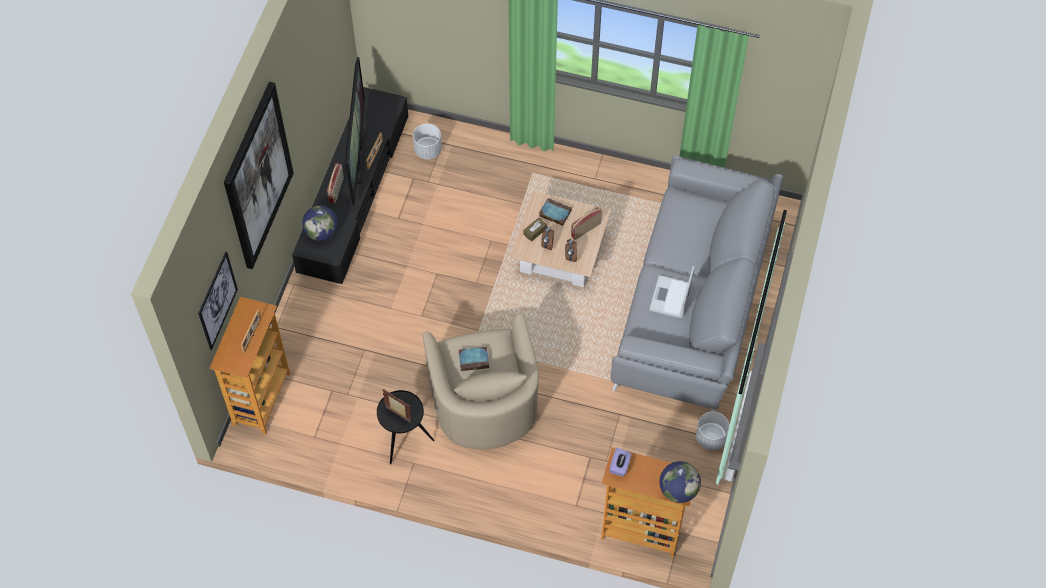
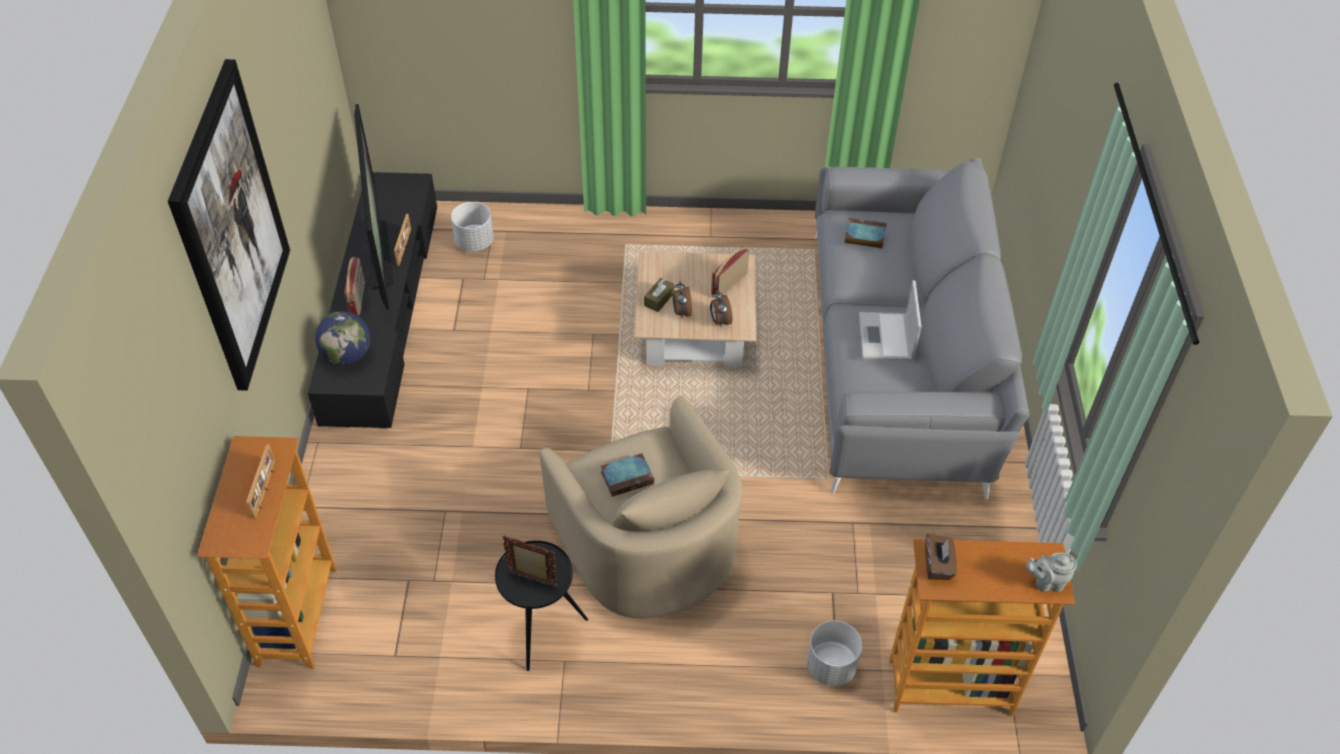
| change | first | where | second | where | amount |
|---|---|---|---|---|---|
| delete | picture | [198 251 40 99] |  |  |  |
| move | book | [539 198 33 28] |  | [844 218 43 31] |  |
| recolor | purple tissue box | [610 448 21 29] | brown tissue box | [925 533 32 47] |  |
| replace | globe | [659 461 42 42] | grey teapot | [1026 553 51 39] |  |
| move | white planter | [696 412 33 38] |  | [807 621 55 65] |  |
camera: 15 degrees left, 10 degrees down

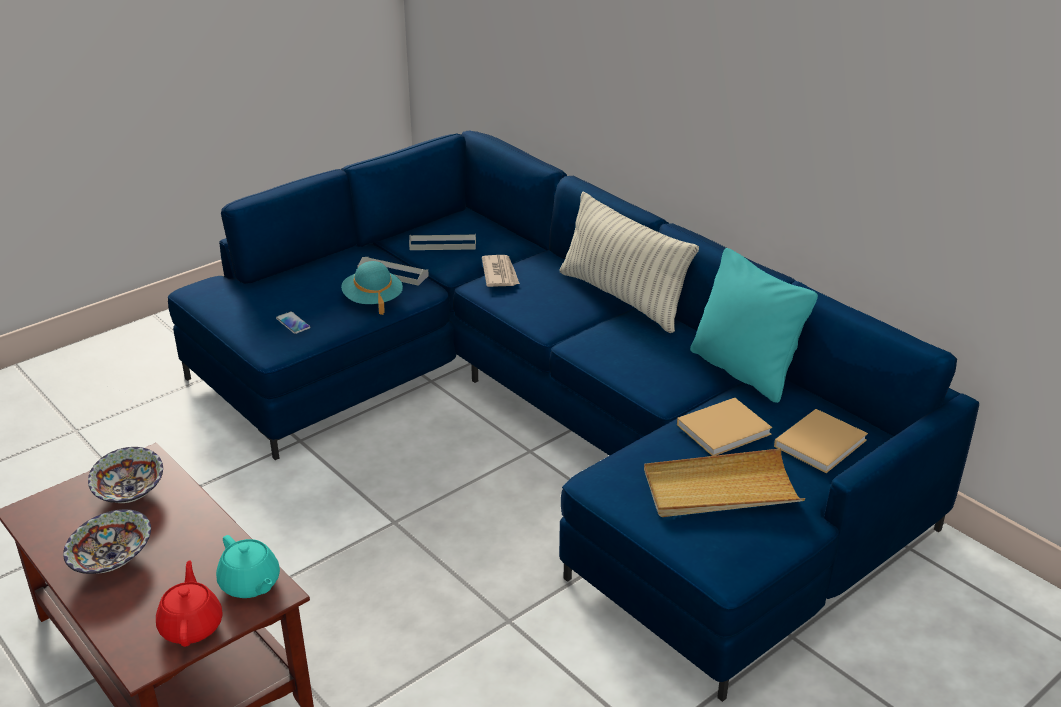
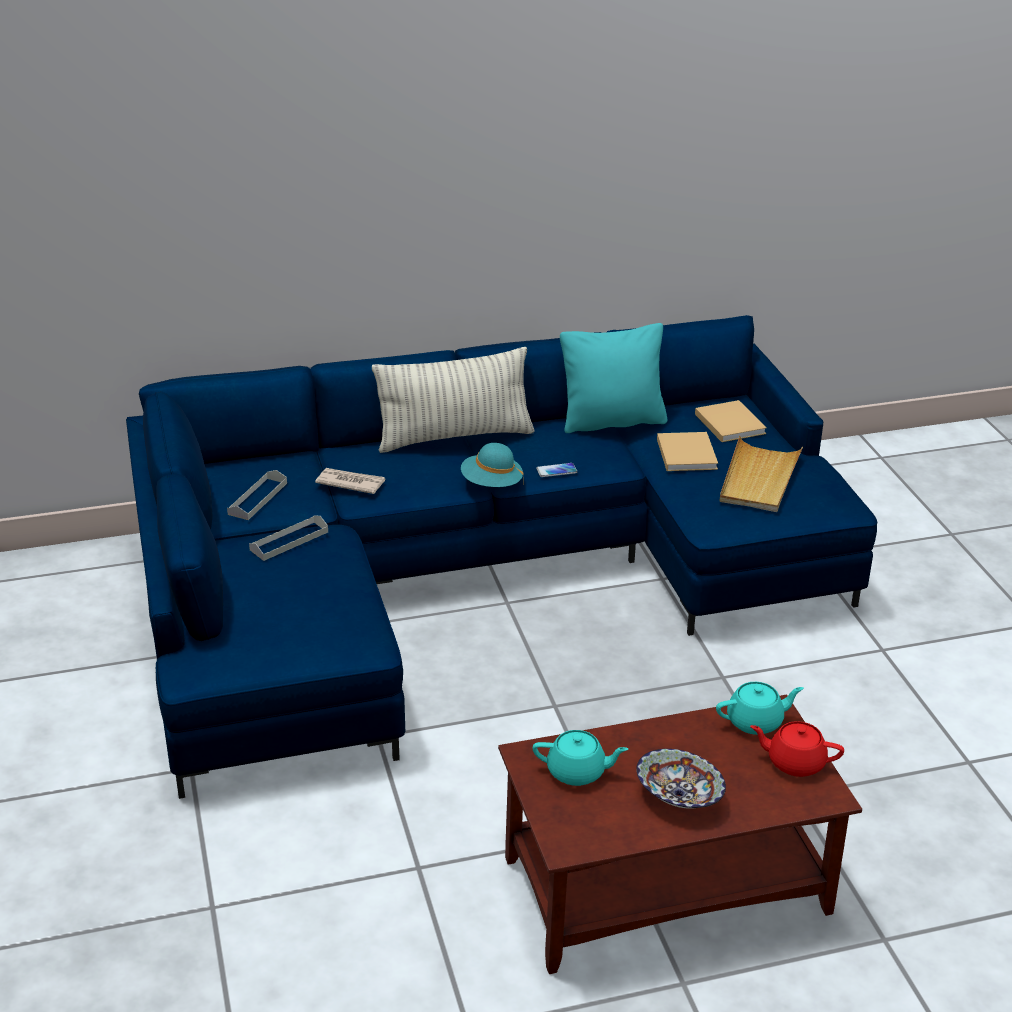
| change | first | where | second | where | amount |
|---|---|---|---|---|---|
| replace | bowl | [88 447 75 56] | turquoise teapot | [532 730 96 56] |  |
| move | phone | [276 312 34 22] |  | [536 463 41 14] |  |
| move | turquoise hat | [341 261 62 54] |  | [461 443 63 44] |  |
camera: 65 degrees left, 0 degrees up

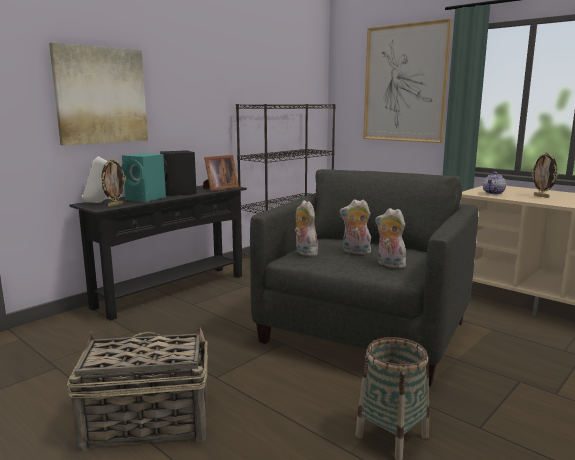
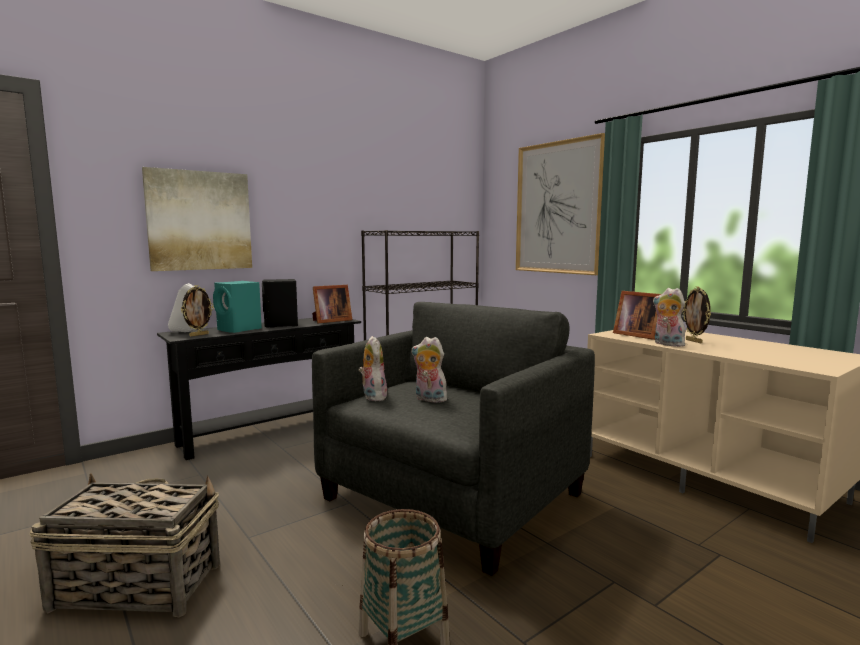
| change | first | where | second | where | amount |
|---|---|---|---|---|---|
| move | plush toy | [375 208 31 60] |  | [653 288 32 59] |  |
| replace | teapot | [483 172 23 22] | picture frame | [613 291 48 49] |  |
camera: 10 degrees right, 5 degrees down

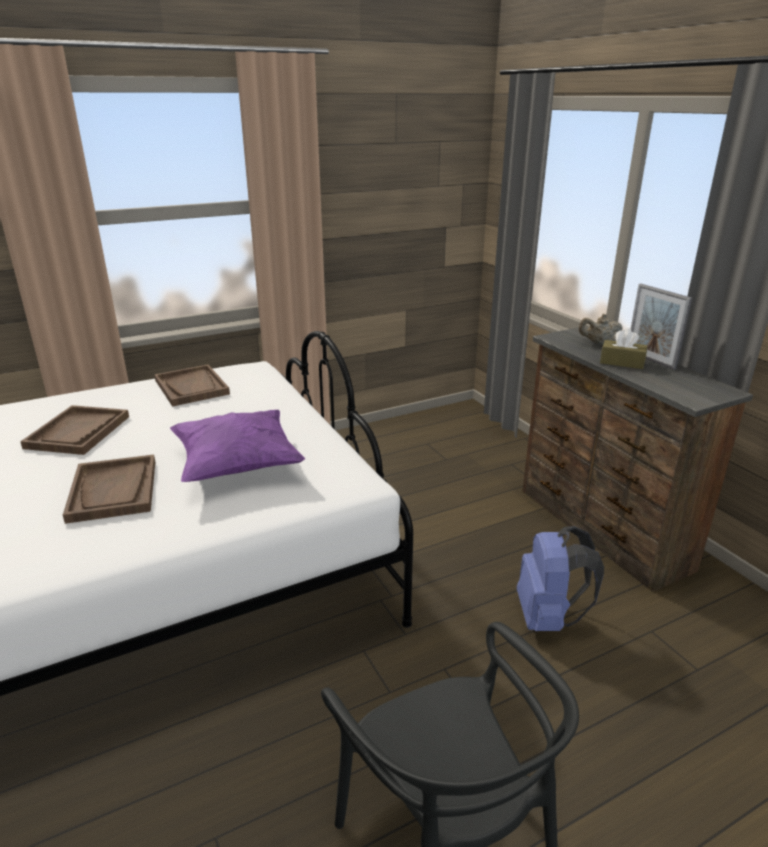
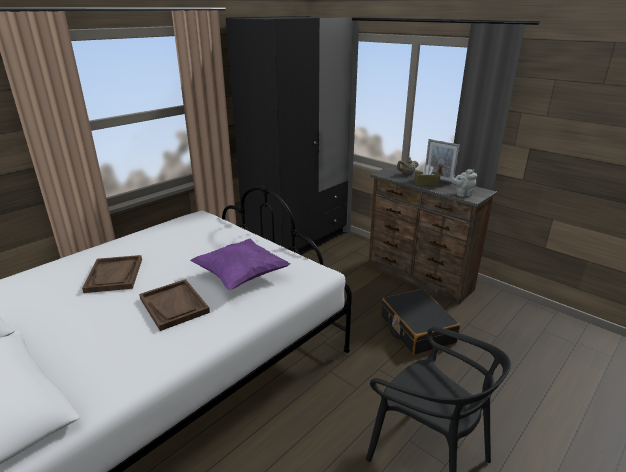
| change | first | where | second | where | amount |
|---|---|---|---|---|---|
| delete | brown tray | [154 364 76 43] |  |  |  |
| replace | blue backpack | [517 526 87 105] | black suitcase | [381 289 79 66] |  |
| insert |  |  | black wardrobe | [226 16 132 239] |  |
| insert |  |  | grey teapot | [451 169 26 28] |  |
camera: 20 degrees left, 0 degrees up

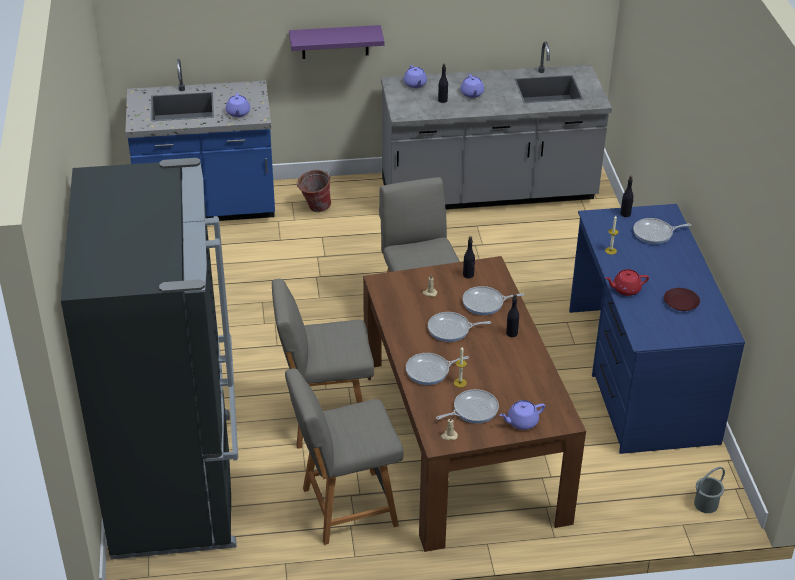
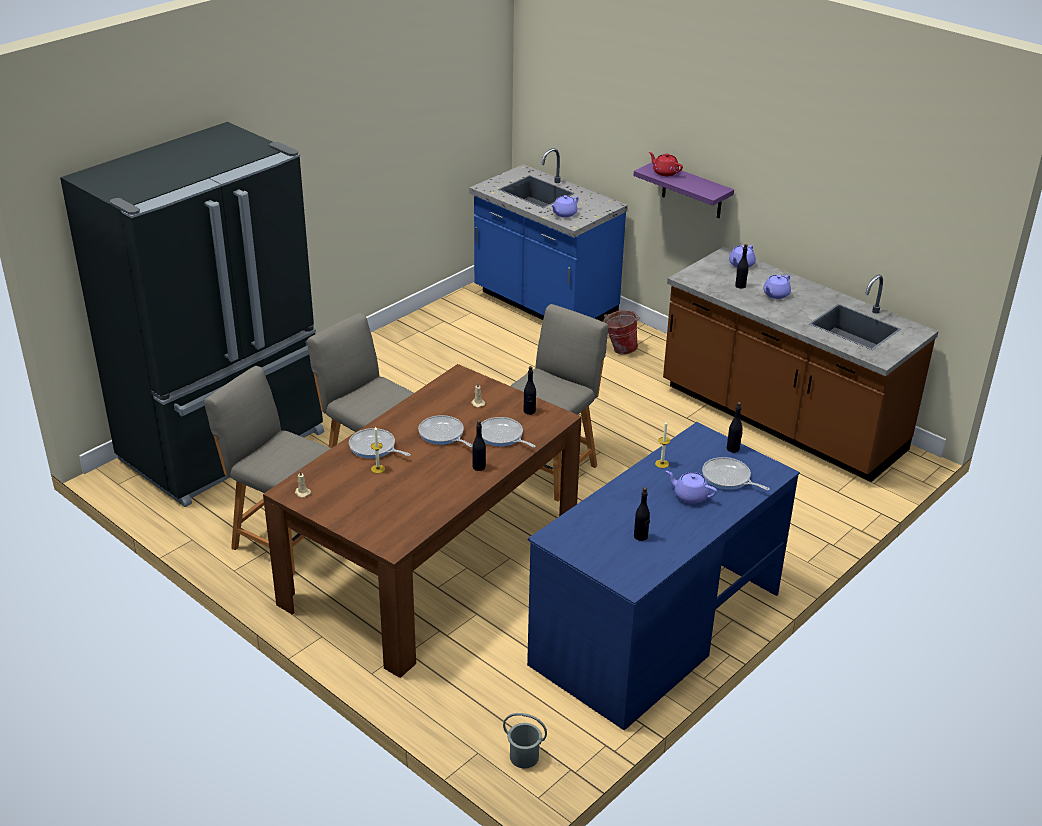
| change | first | where | second | where | amount |
|---|---|---|---|---|---|
| recolor | grey counter | [381 41 231 168] | brown counter | [663 247 275 235] |  |
| delete | frying pan | [436 389 63 34] |  |  |  |
| move | purple teapot | [500 400 45 30] |  | [666 471 51 33] |  |
| move | red teapot | [605 269 44 27] |  | [649 152 34 24] |  |
| replace | brown plate | [664 288 36 23] | black bottle | [634 487 16 54] |  |
camera: 50 degrees right, 5 degrees down

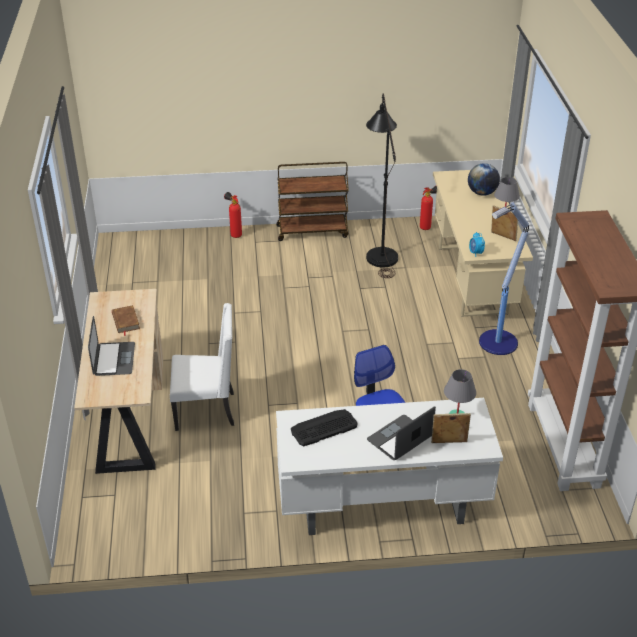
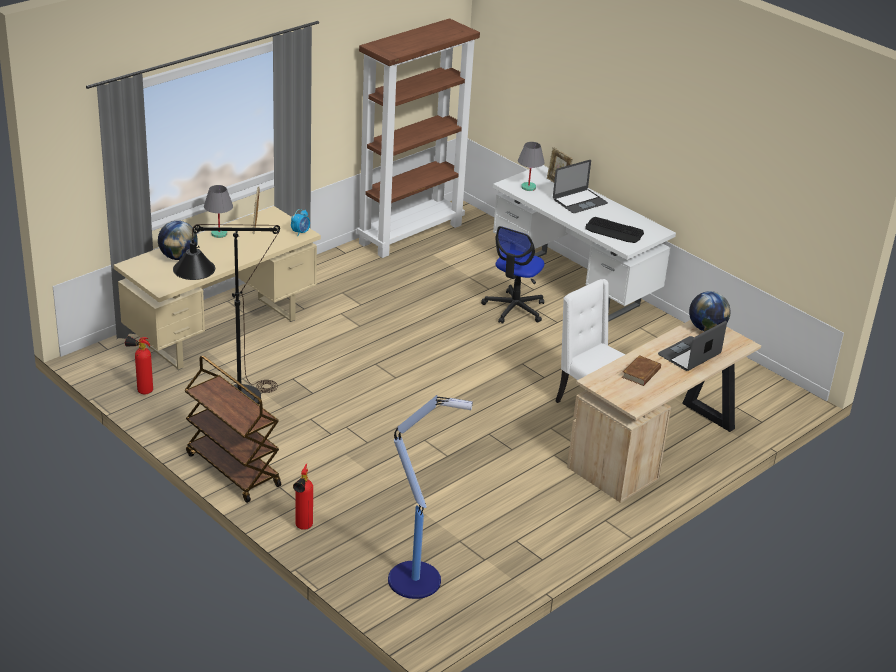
| change | first | where | second | where | amount |
|---|---|---|---|---|---|
| rotate | laptop | [367 406 69 54] |  | [553 160 55 53] | 45 degrees counterclockwise |
| move | floor lamp | [479 202 50 153] |  | [388 395 85 204] |  |
| insert |  |  | globe | [689 291 42 40] |  |
camera: 130 degrees left, 5 degrees down

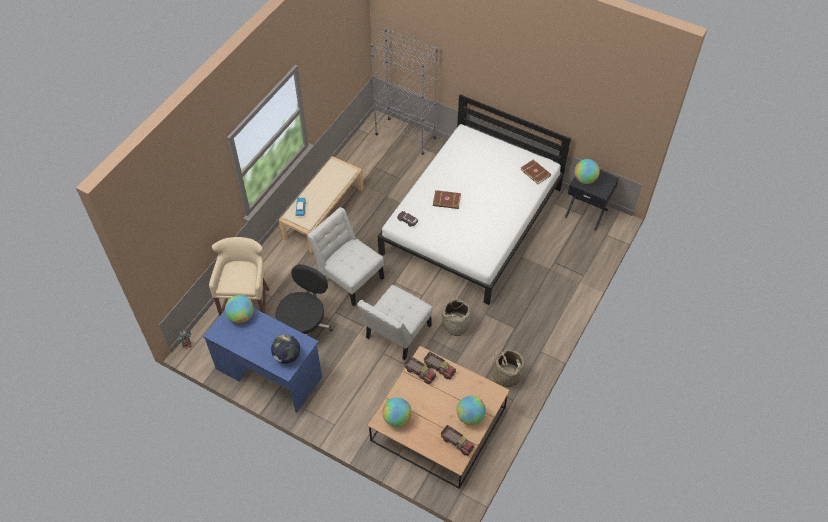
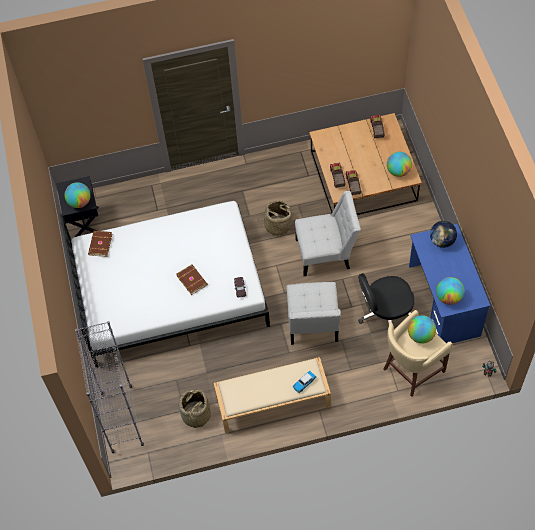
| change | first | where | second | where | amount |
|---|---|---|---|---|---|
| move | globe | [457 396 29 29] |  | [408 315 28 29] |  |
| move | basket | [493 349 32 38] |  | [179 390 32 39] |  |
camera: 130 degrees left, 5 degrees up

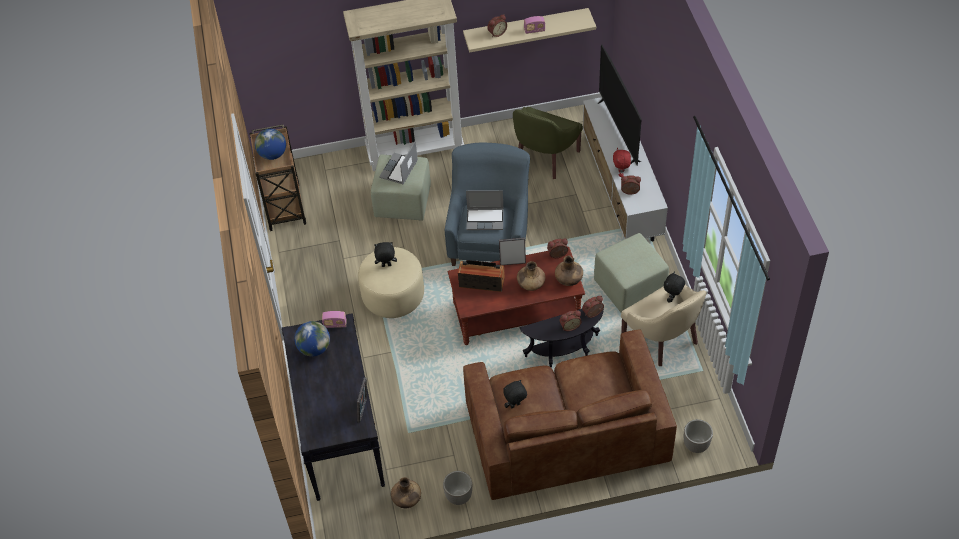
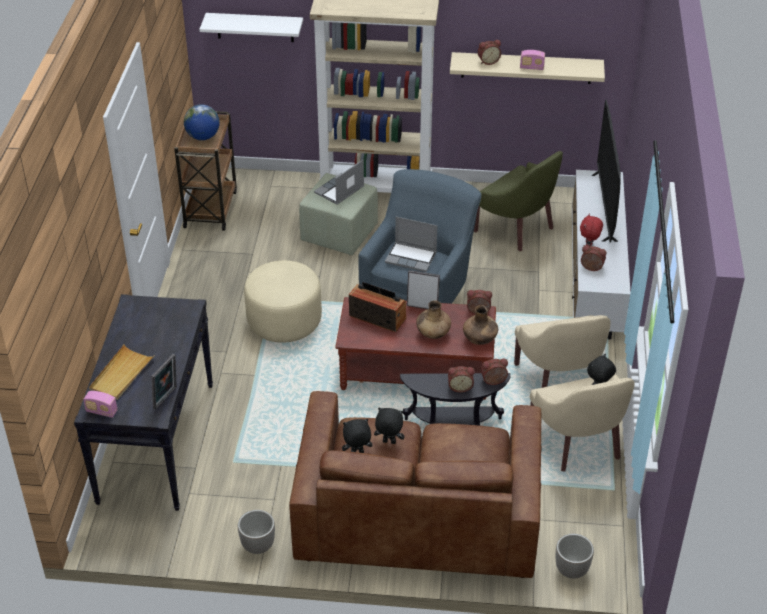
| change | first | where | second | where | amount |
|---|---|---|---|---|---|
| delete | globe | [294 321 36 36] |  |  |  |
| move | radio | [322 311 25 17] |  | [83 391 35 27] |  |
| move | black plush toy | [374 242 23 25] |  | [374 408 31 36] |  |
| delete | brown vase | [391 477 30 31] |  |  |  |
| rotate | green armchair | [513 107 70 72] |  | [474 151 89 100] | 90 degrees counterclockwise |
| replace | green ottoman | [594 233 75 80] | beige armchair | [514 315 97 73] |  |
| insert |  |  | beige tray | [89 345 66 55] |  |
| insert |  |  | white shelf | [199 13 104 29] |  |
camera: 15 degrees right, 10 degrees down

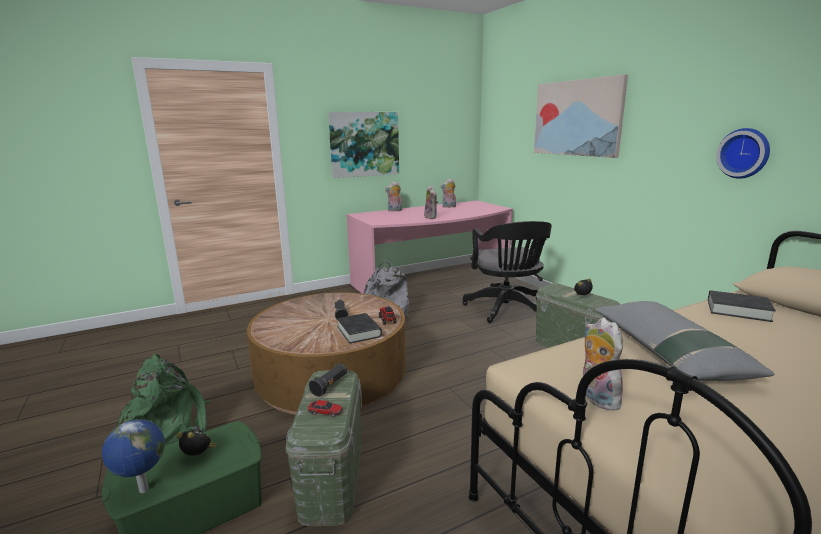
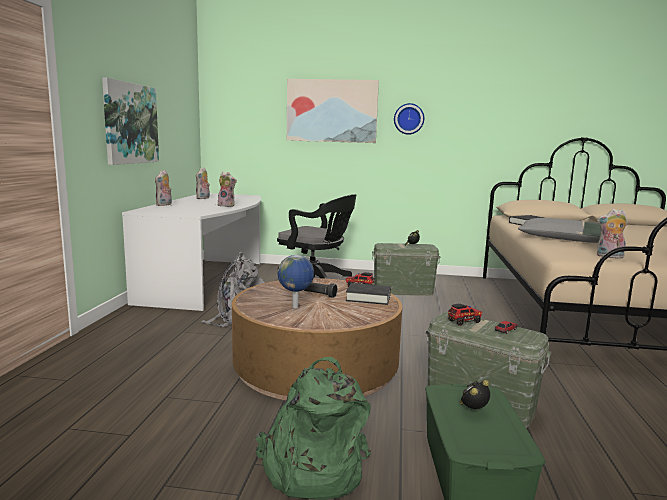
| change | first | where | second | where | amount |
|---|---|---|---|---|---|
| move | globe | [102 419 63 74] |  | [278 255 36 53] |  |
| replace | black flashlight | [309 363 38 34] | toy truck | [448 304 34 22] |  |
| recolor | pink desk | [347 201 166 93] | white desk | [122 193 139 118] |  |
| move | wall clock | [716 128 54 51] |  | [394 103 30 32] |  |
camera: 55 degrees left, 5 degrees down

